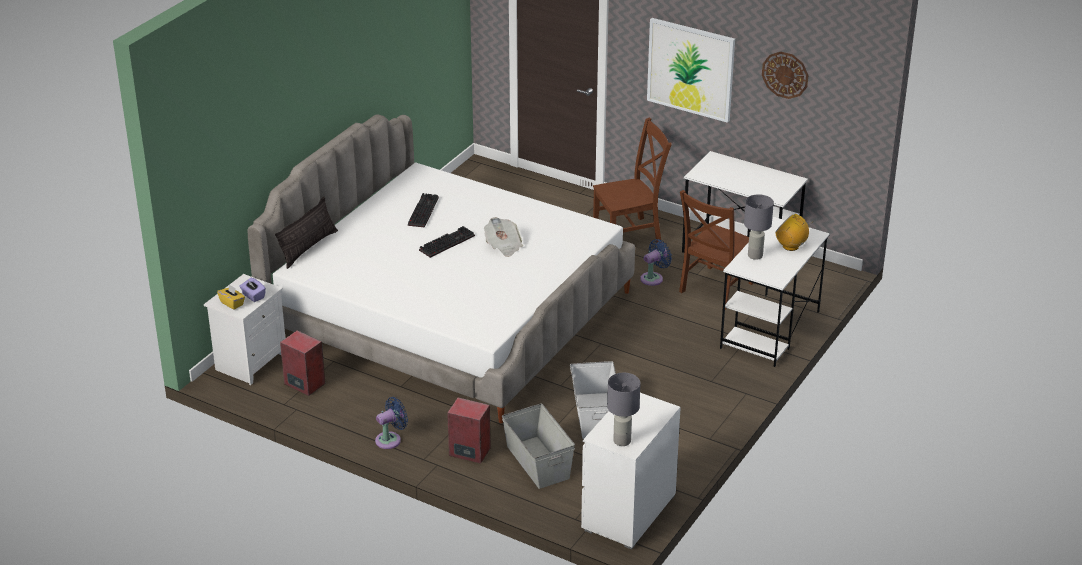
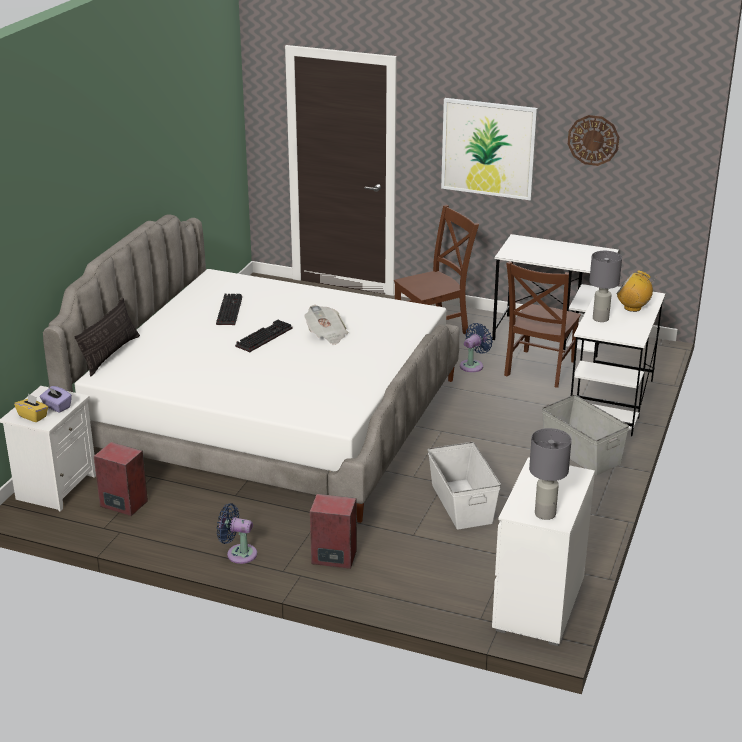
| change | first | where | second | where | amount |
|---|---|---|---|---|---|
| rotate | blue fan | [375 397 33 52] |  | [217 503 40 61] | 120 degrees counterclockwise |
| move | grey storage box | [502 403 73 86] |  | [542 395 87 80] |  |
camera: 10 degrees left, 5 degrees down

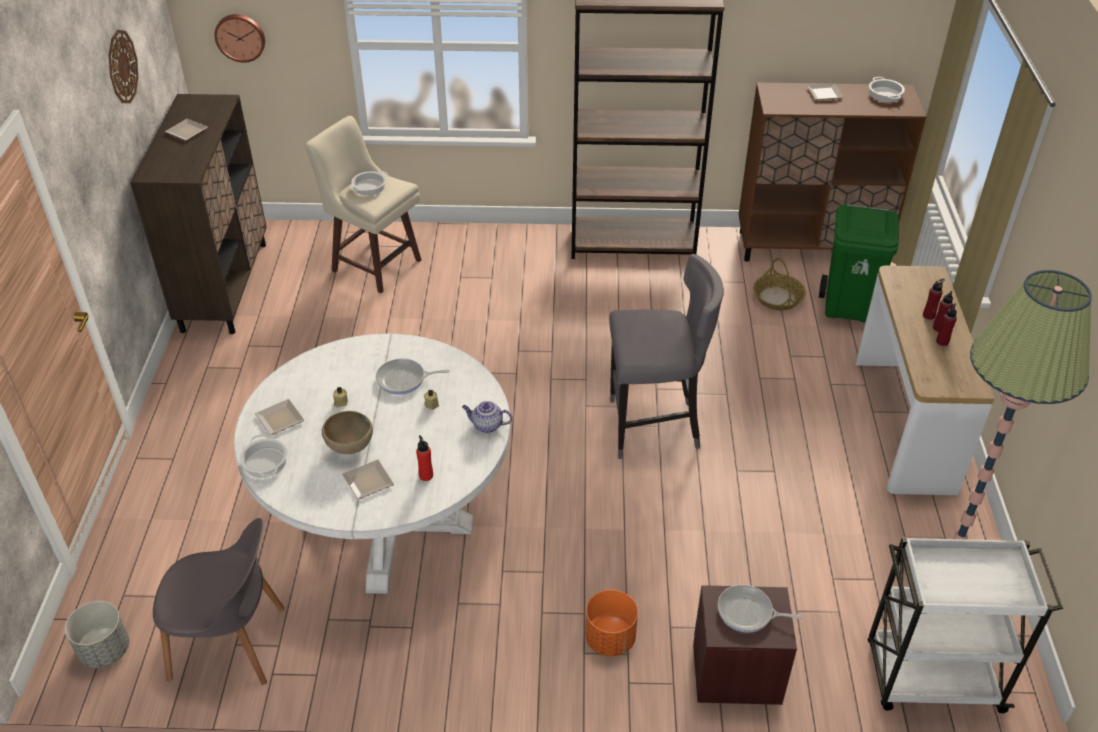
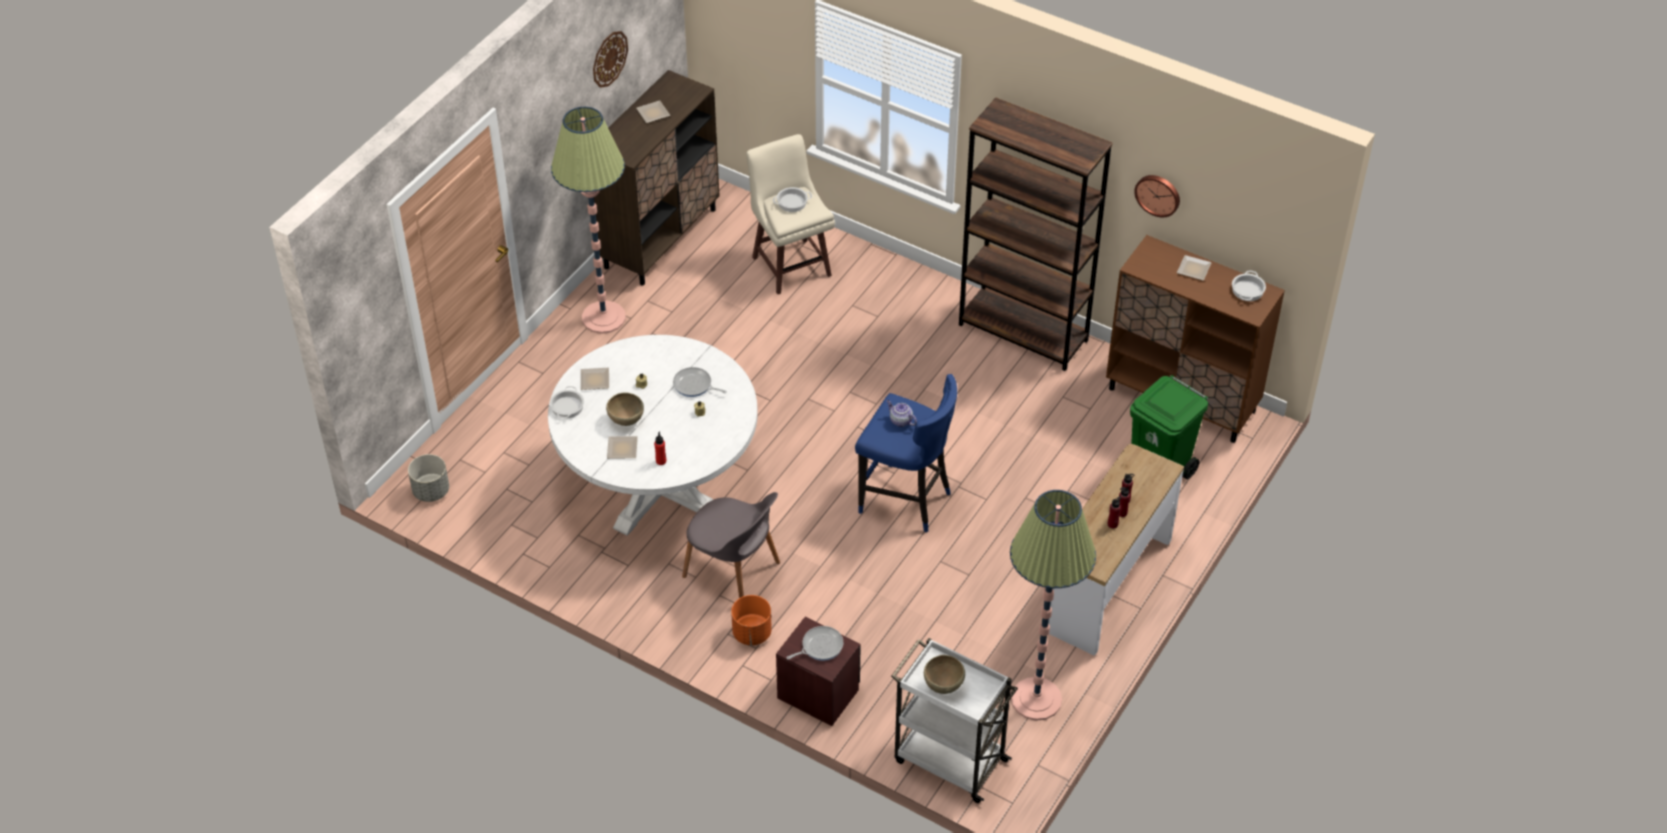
| change | first | where | second | where | amount |
|---|---|---|---|---|---|
| move | grey chair | [153 518 132 167] |  | [682 492 98 106] |  |
| move | wall clock | [214 14 51 49] |  | [1134 175 46 42] |  |
| move | teapot | [462 401 50 32] |  | [886 400 31 27] |  |
| recolor | grey stool | [609 254 115 205] | blue stool | [855 374 102 158] |  |
| rotate | frying pan | [718 585 84 48] |  | [786 626 57 35] | 105 degrees clockwise |
| delete | basket | [753 258 53 53] |  |  |  |
| insert |  |  | floor lamp | [551 107 75 227] |  |
| insert |  |  | brown bowl | [924 655 41 39] |  |
camera: 30 degrees right, 5 degrees up

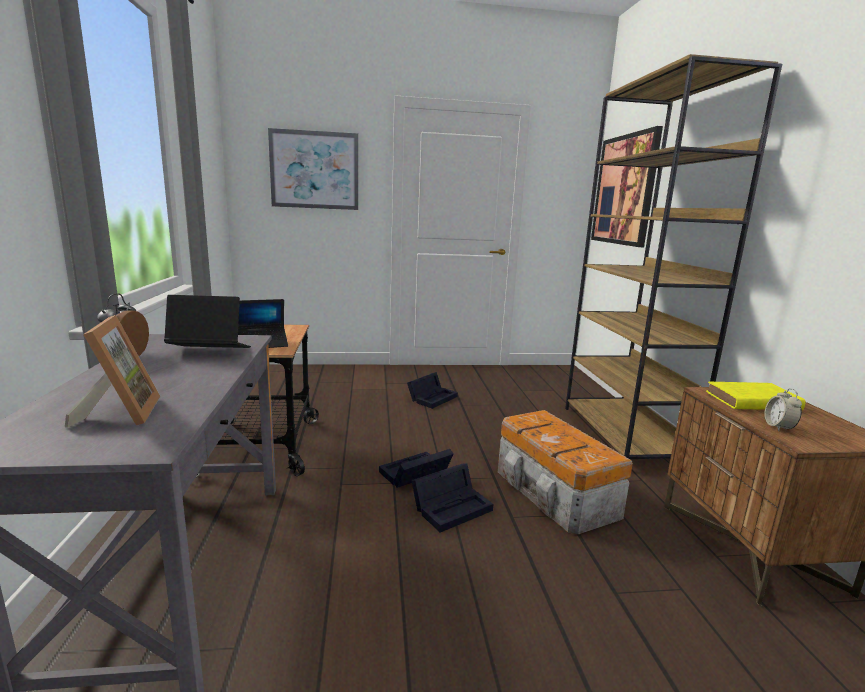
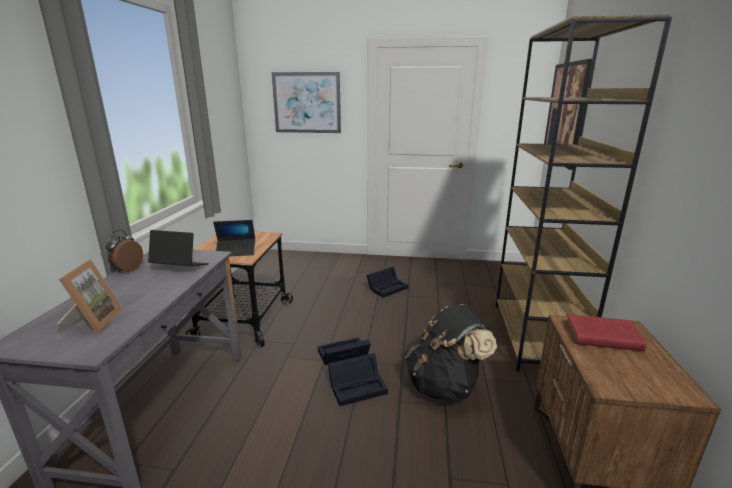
| change | first | where | second | where | amount |
|---|---|---|---|---|---|
| replace | storage box | [498 410 135 125] | black backpack | [405 304 92 98] |  |
| recolor | yellow book | [706 382 99 28] | red book | [565 314 81 37] |  |
| delete | alarm clock | [764 388 38 43] |  |  |  |
camera: 15 degrees right, 5 degrees up

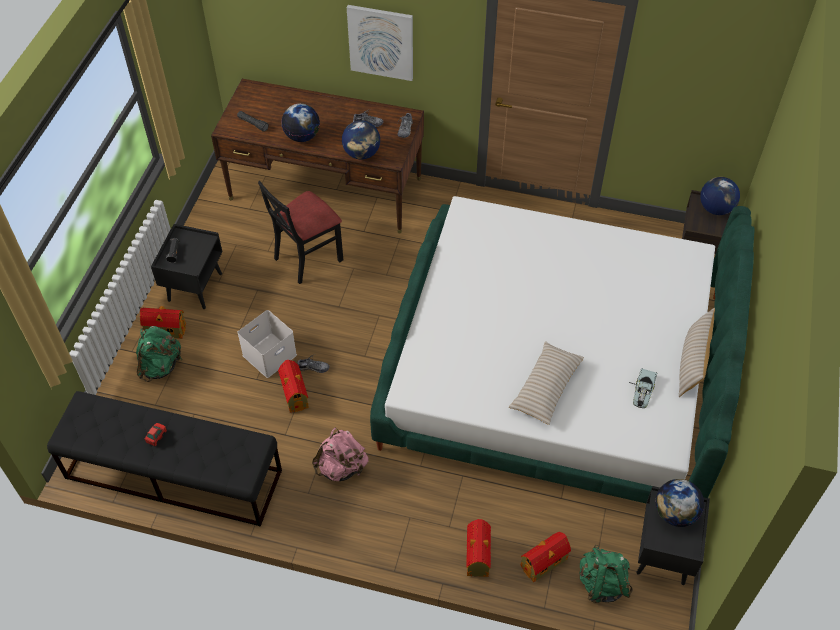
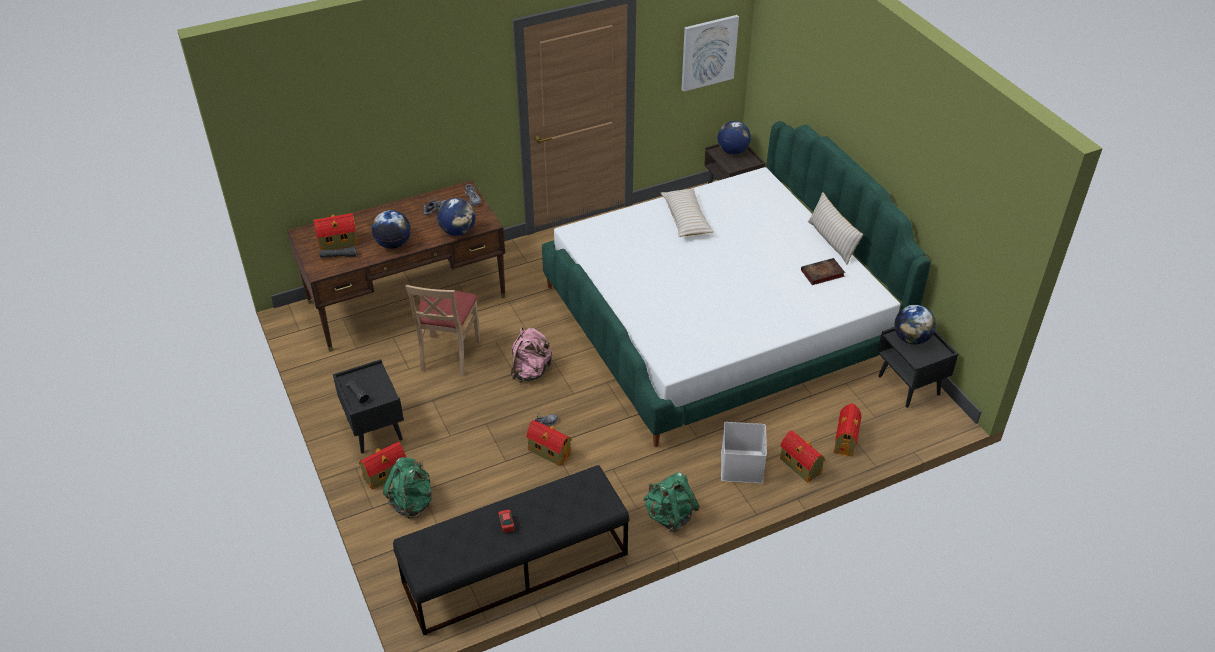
| change | first | where | second | where | amount |
|---|---|---|---|---|---|
| move | white storage box | [237 310 60 68] |  | [721 422 46 61] |  |
| recolor | black chair | [258 181 85 103] | beige chair | [405 285 76 91] |  |
| move | pink backpack | [312 428 57 53] |  | [511 328 41 54] |  |
| move | picture | [347 5 66 76] |  | [682 15 57 77] |  |
| move | beige pillow | [509 341 75 84] |  | [661 189 53 48] |  |
| move | green backpack | [580 545 53 58] |  | [643 472 57 60] |  |
| replace | toy car | [629 368 28 40] | book | [801 258 44 27] |  |
| insert |  |  | toy house | [314 213 44 37] |  |
camera: 40 degrees left, 10 degrees down

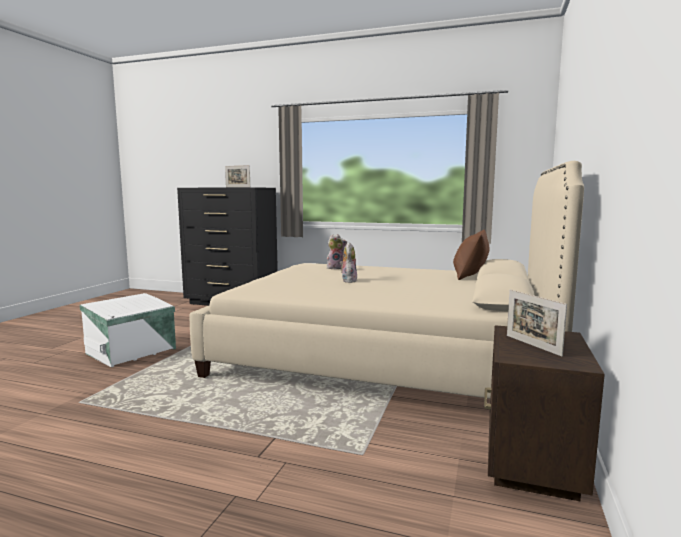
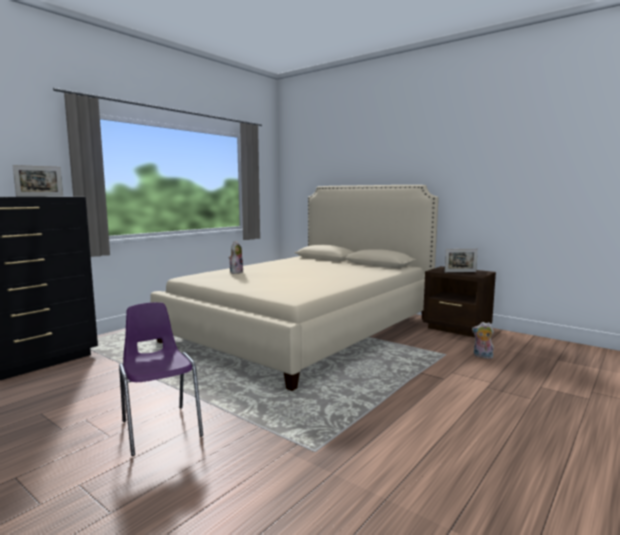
| change | first | where | second | where | amount |
|---|---|---|---|---|---|
| replace | white storage box | [80 293 96 74] | purple chair | [119 302 84 154] |  |
| move | plush toy | [340 242 17 41] |  | [472 322 22 37] |  |
| delete | brown pillow | [453 229 37 51] |  |  |  |
camera: 70 degrees left, 0 degrees up

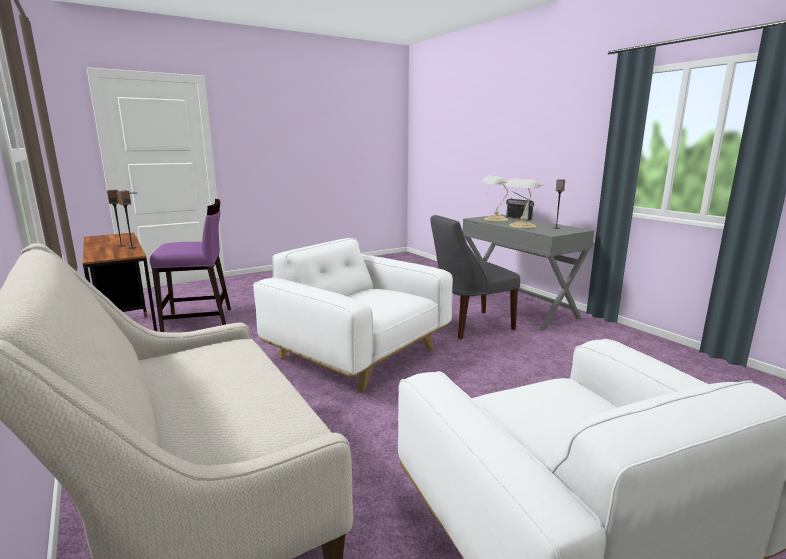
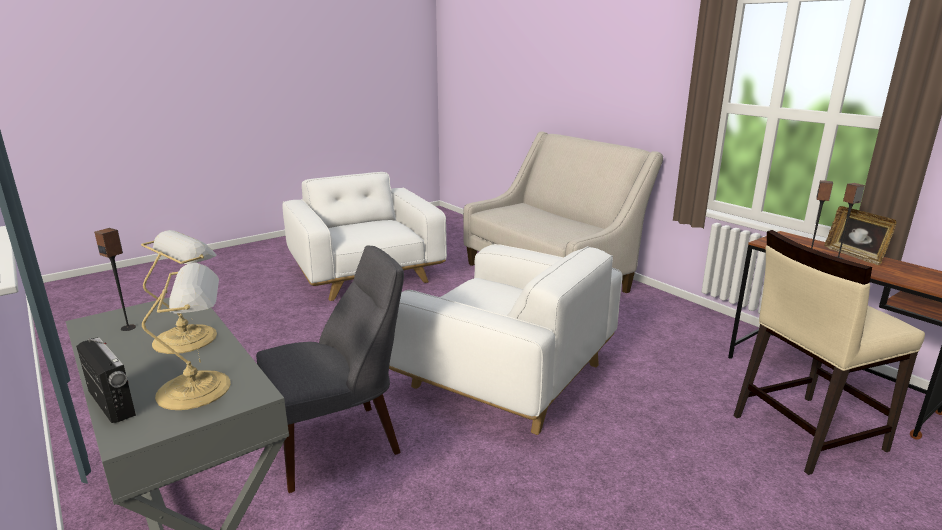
| change | first | where | second | where | amount |
|---|---|---|---|---|---|
| recolor | purple chair | [150 199 81 133] | beige chair | [734 230 191 245] |  |
| insert |  |  | picture frame | [825 206 72 59] |  |
camera: 175 degrees right, 5 degrees up

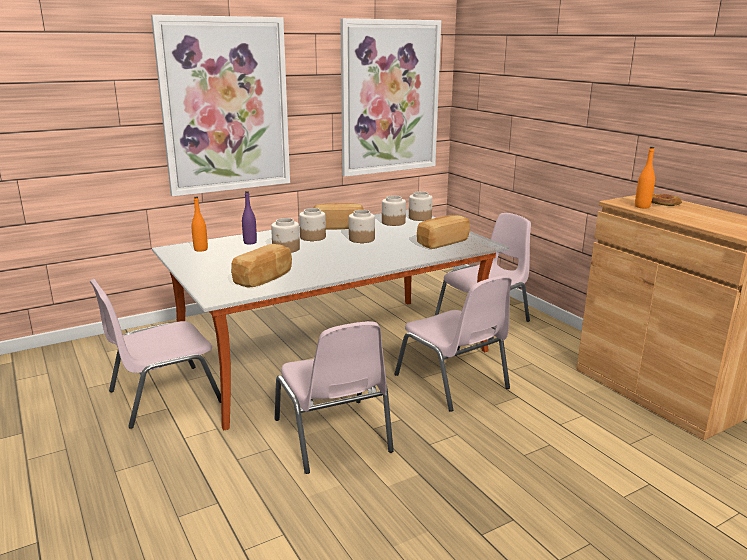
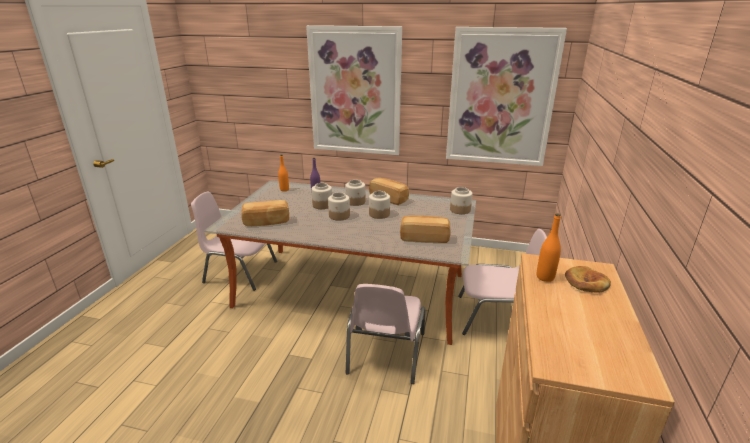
| change | first | where | second | where | amount |
|---|---|---|---|---|---|
| delete | pink chair | [275 321 119 153] |  |  |  |
| move | jar | [382 195 24 31] |  | [328 192 22 29] |  |
camera: 45 degrees right, 5 degrees up

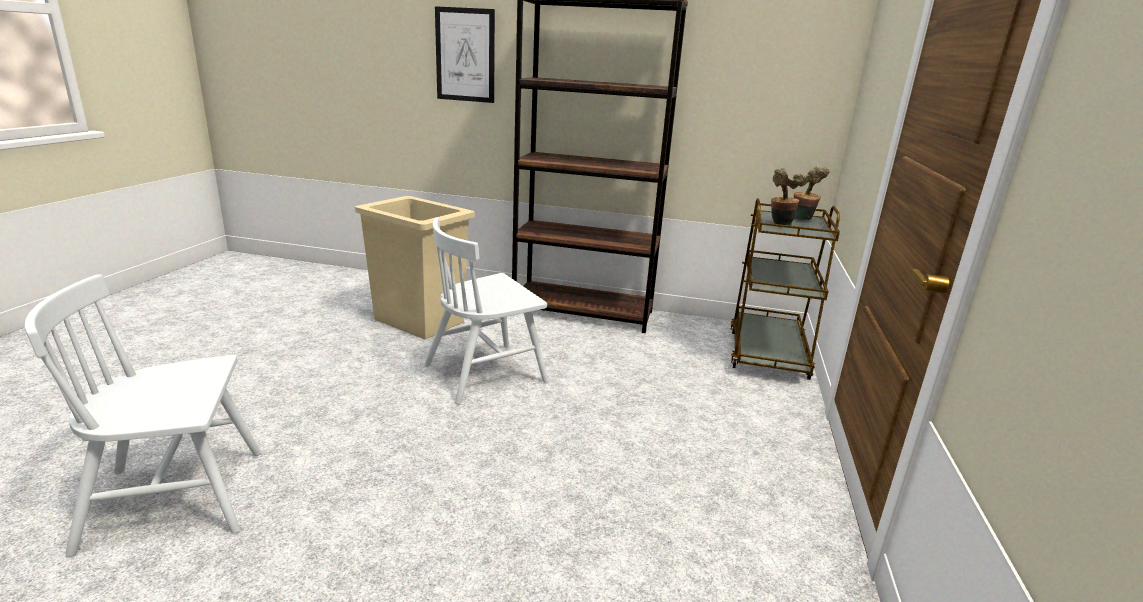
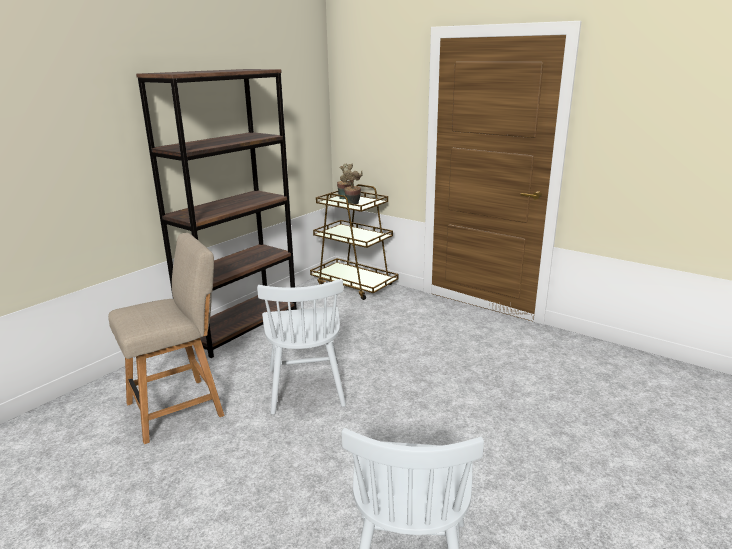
| change | first | where | second | where | amount |
|---|---|---|---|---|---|
| replace | beige trash can | [355 196 120 144] | beige chair | [108 233 116 211] |  |
| delete | picture | [435 6 60 97] |  |  |  |
camera: 65 degrees left, 0 degrees up

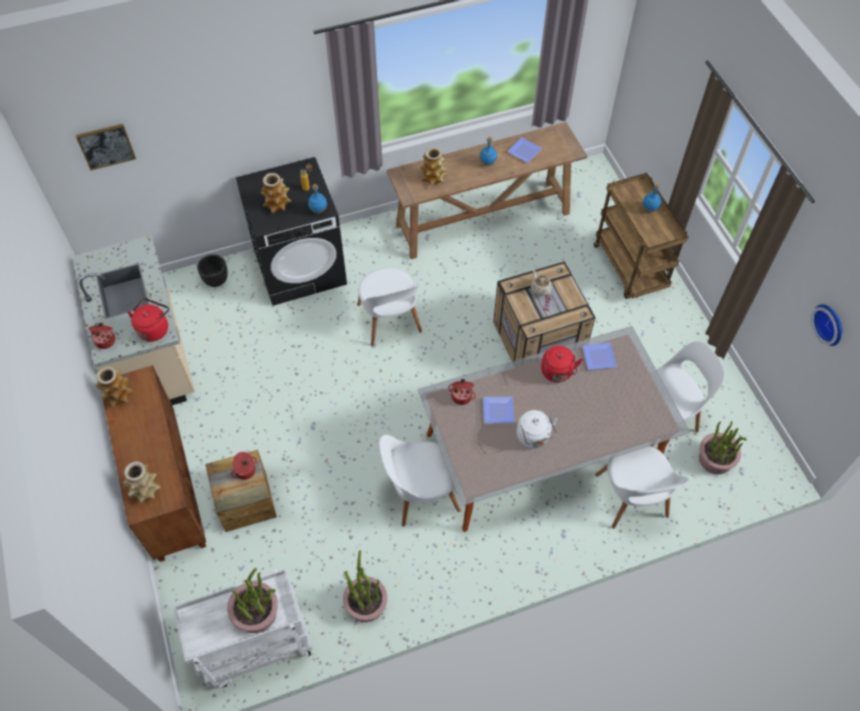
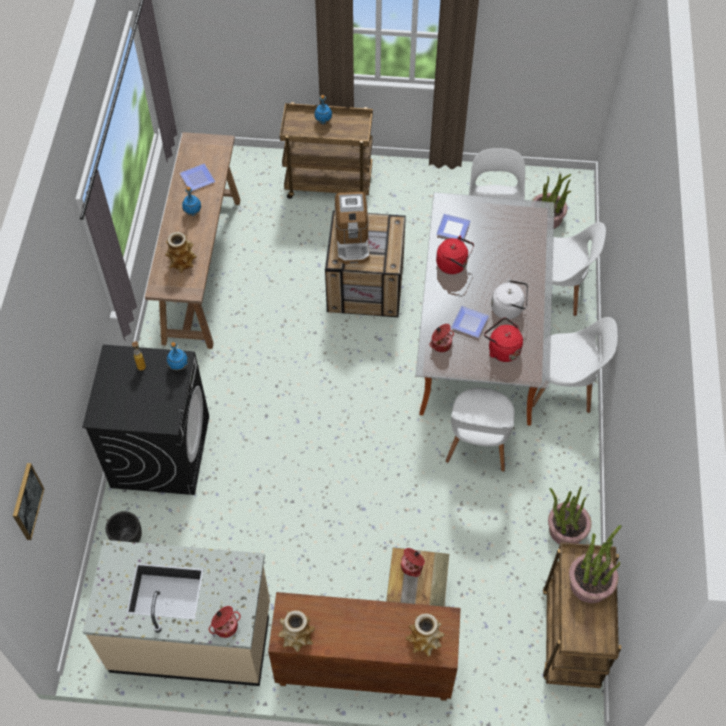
| change | first | where | second | where | amount |
|---|---|---|---|---|---|
| move | red kettle | [127 298 42 44] |  | [484 318 39 44] |  |
| recolor | white cart | [173 568 139 121] | brown cart | [543 542 78 146] |  |
| delete | vase | [261 173 30 40] |  |  |  |
| move | white chair | [357 268 65 78] |  | [532 317 86 96] |  |
| replace | beige teapot | [531 268 21 28] | coffee machine | [334 192 36 72] |  |
| delete | wall clock | [811 304 31 42] |  |  |  |
camera: 65 degrees left, 0 degrees up

